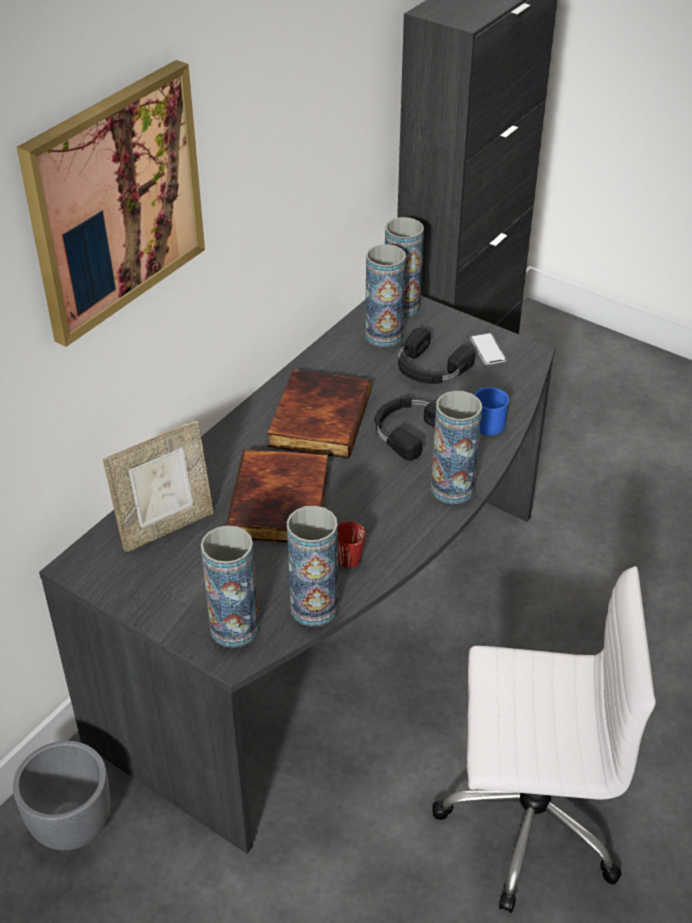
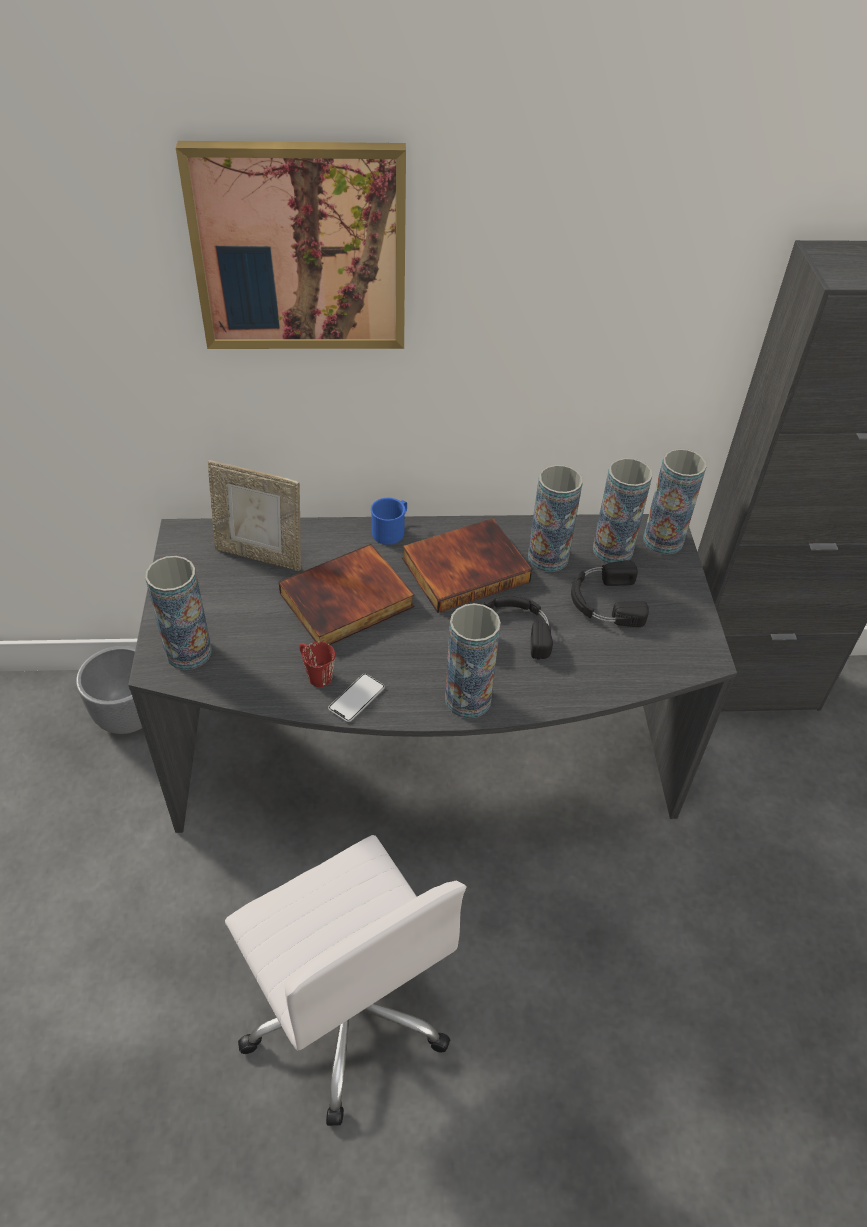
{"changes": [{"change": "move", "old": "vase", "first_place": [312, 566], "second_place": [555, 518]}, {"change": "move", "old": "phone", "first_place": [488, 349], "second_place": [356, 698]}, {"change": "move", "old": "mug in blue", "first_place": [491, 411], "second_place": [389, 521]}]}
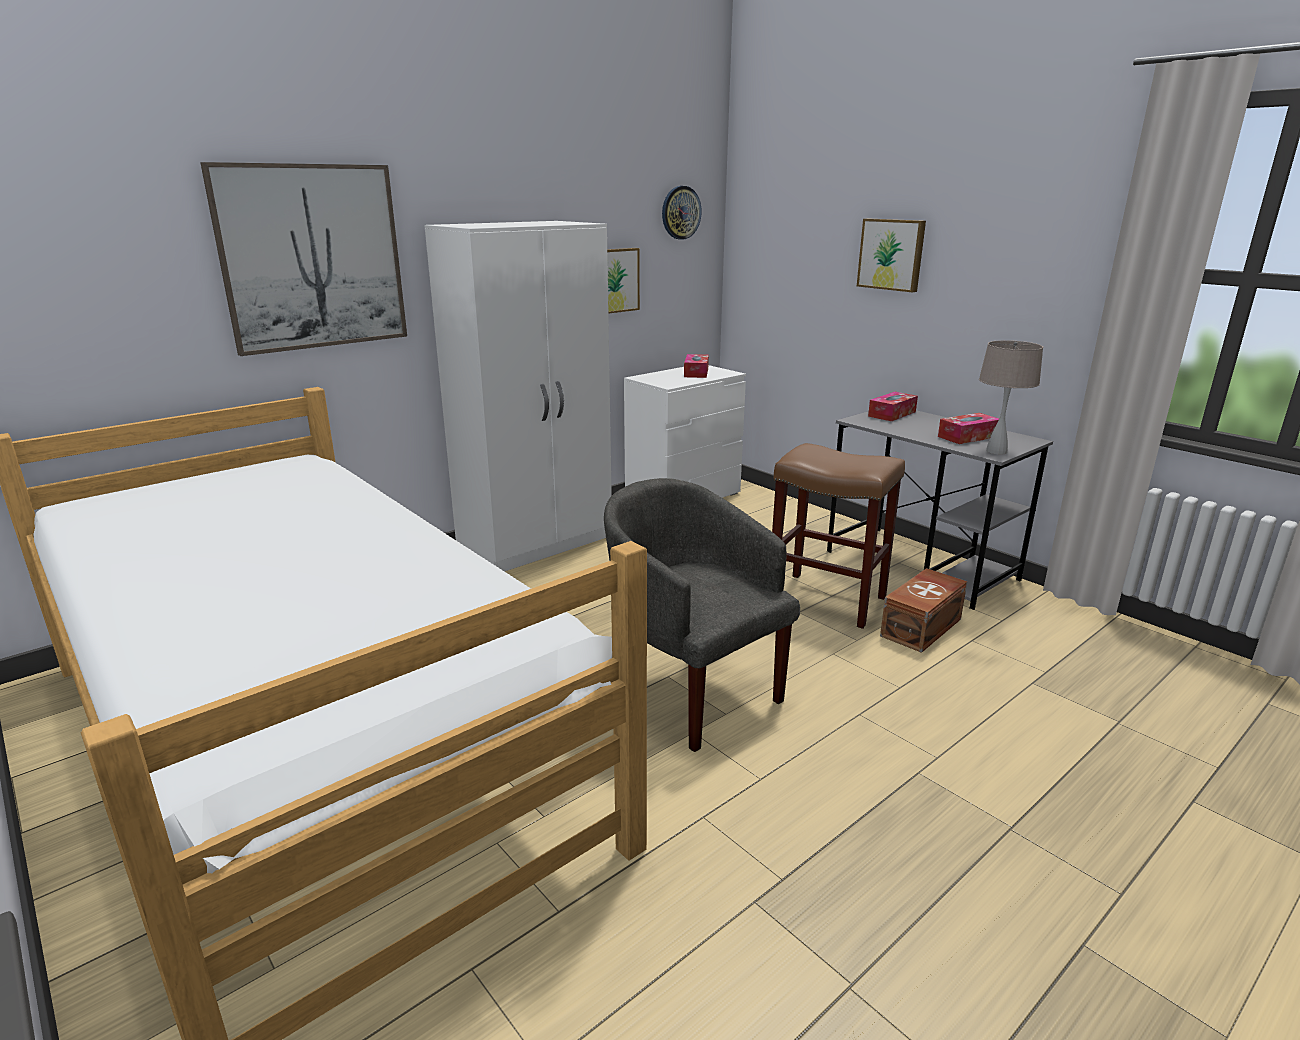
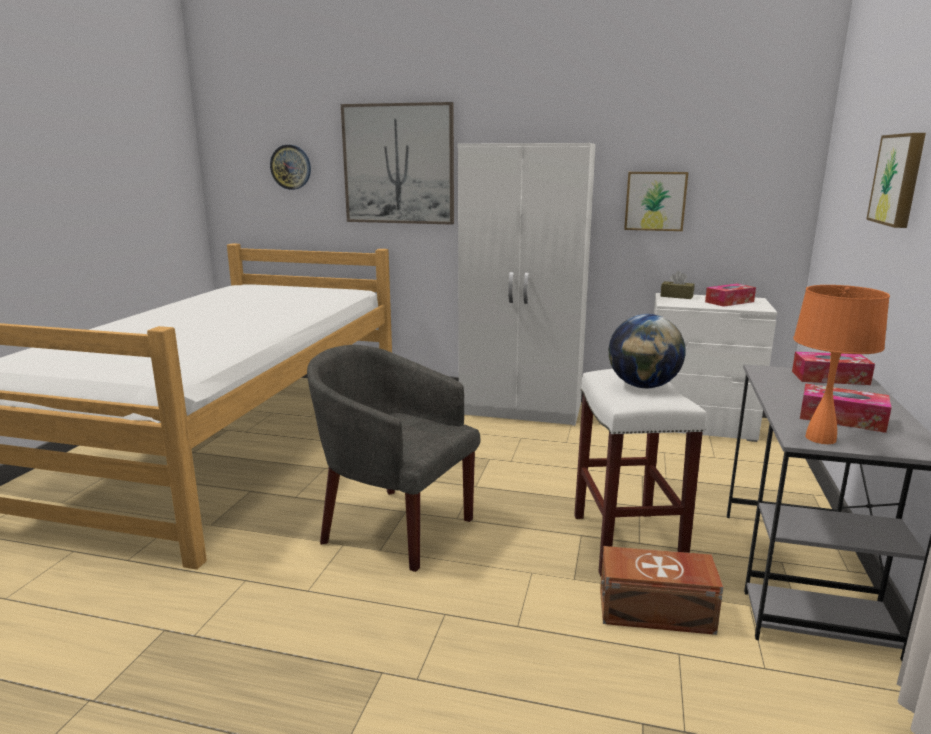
{"changes": [{"change": "insert", "new": "globe", "second_place": [647, 351]}, {"change": "insert", "new": "tissue box in brown", "second_place": [678, 285]}, {"change": "move", "old": "wall clock", "first_place": [682, 213], "second_place": [290, 167]}, {"change": "recolor", "old": "stool in brown", "new": "stool in white", "first_place": [838, 536], "second_place": [640, 472]}, {"change": "recolor", "old": "table lamp in beige", "new": "table lamp in orange", "first_place": [1011, 397], "second_place": [841, 364]}, {"change": "rotate", "old": "armchair in grey", "first_place": [702, 615], "second_place": [394, 458], "degrees": -75}]}
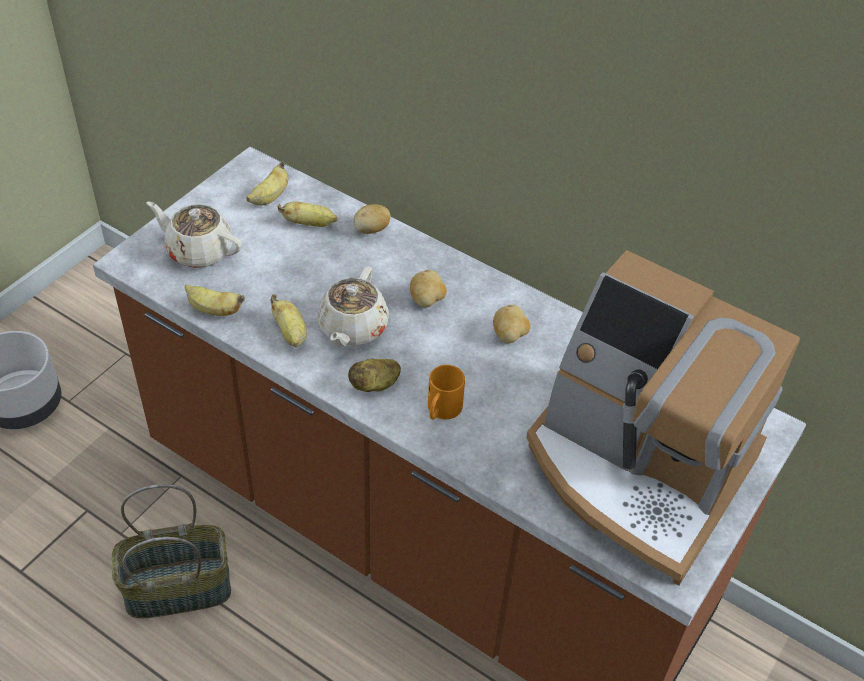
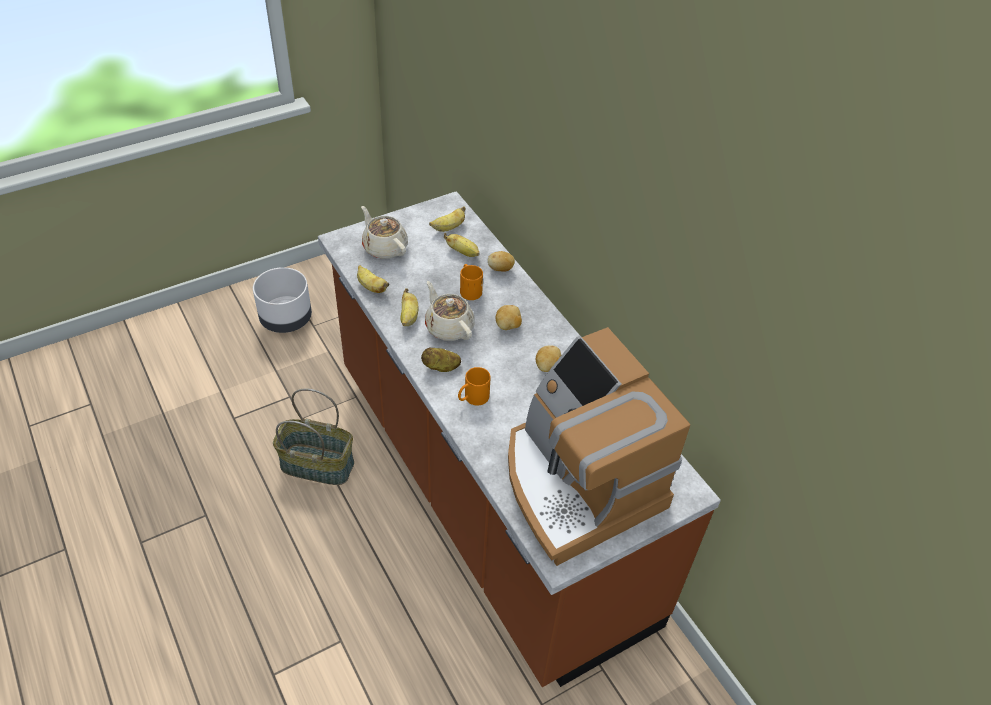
{"changes": [{"change": "insert", "new": "mug in orange", "second_place": [471, 282]}, {"change": "rotate", "old": "teapot in beige", "first_place": [353, 306], "second_place": [450, 311], "degrees": 105}]}
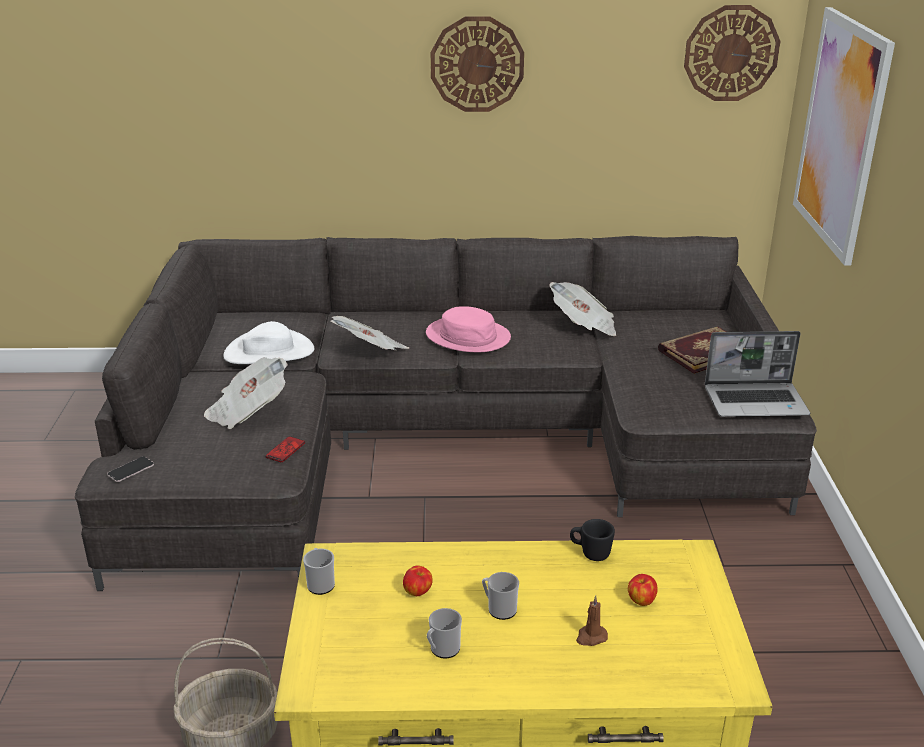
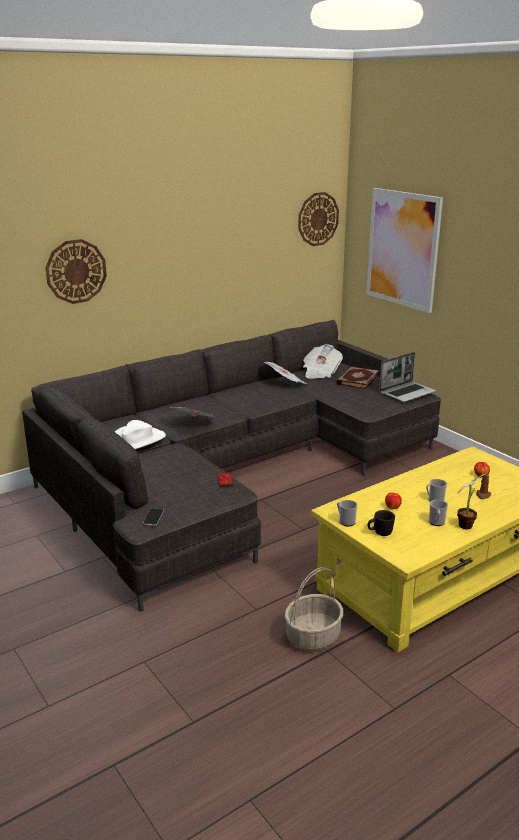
{"changes": [{"change": "delete", "old": "hat in pink", "first_place": [468, 329]}, {"change": "insert", "new": "potted plant", "second_place": [471, 501]}, {"change": "move", "old": "newspaper", "first_place": [246, 393], "second_place": [323, 361]}, {"change": "move", "old": "wall clock", "first_place": [477, 64], "second_place": [76, 271]}, {"change": "move", "old": "mug in black", "first_place": [592, 540], "second_place": [381, 523]}]}
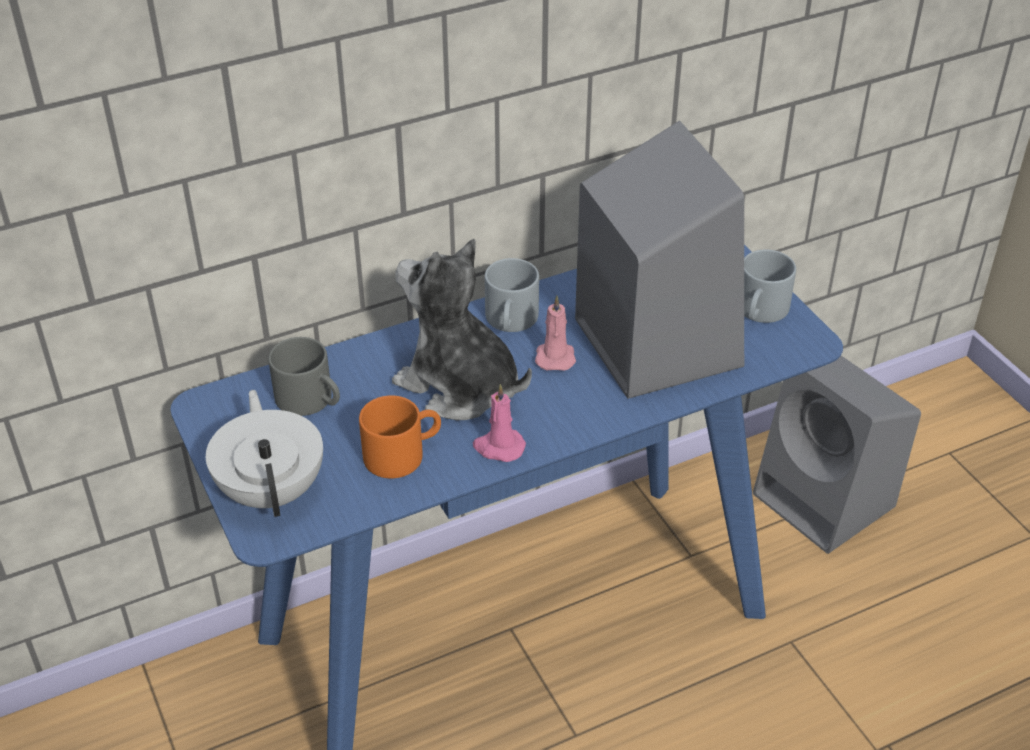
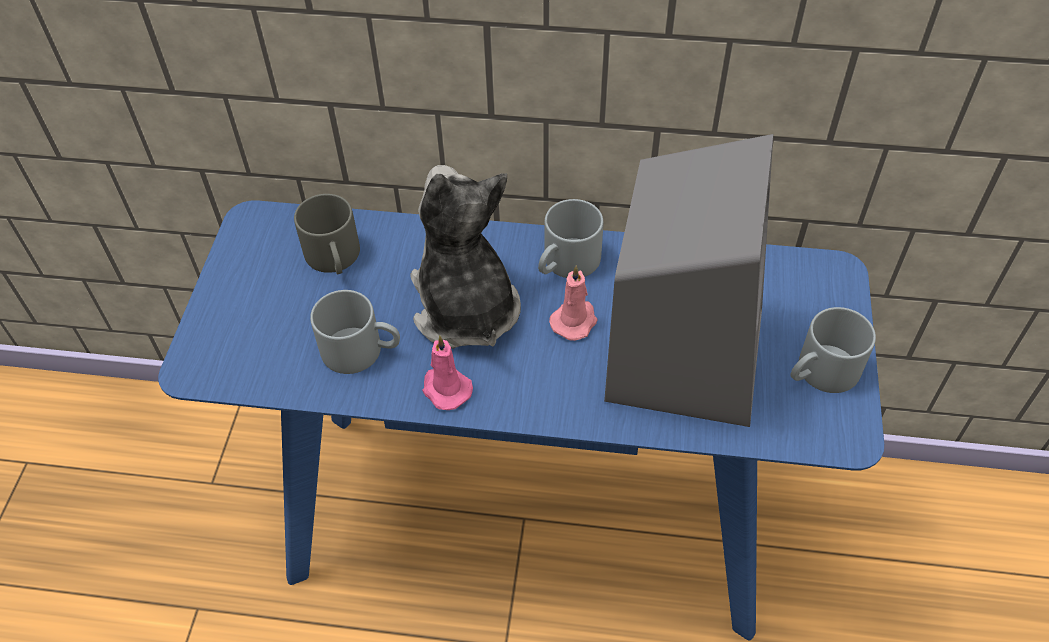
{"changes": [{"change": "delete", "old": "teapot in white", "first_place": [264, 453]}, {"change": "delete", "old": "speaker in grey", "first_place": [837, 455]}, {"change": "recolor", "old": "mug in orange", "new": "mug in grey", "first_place": [400, 436], "second_place": [355, 332]}]}
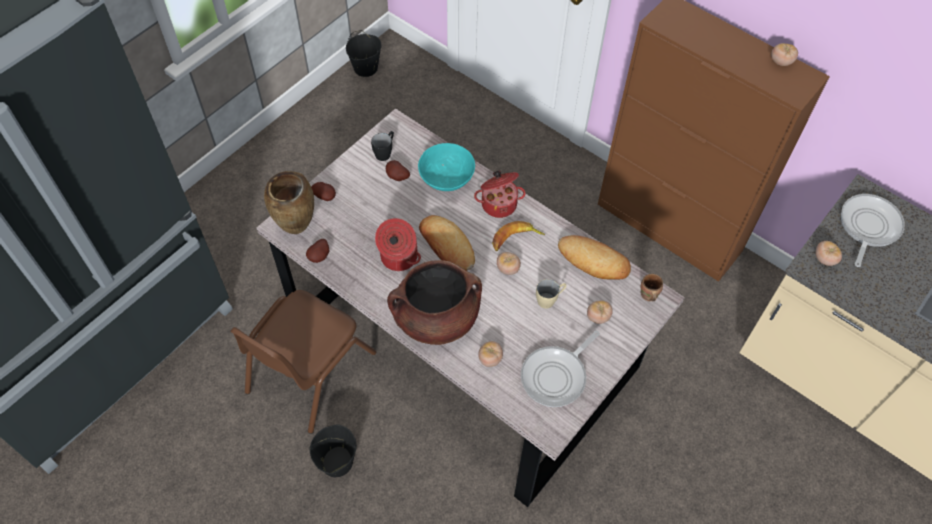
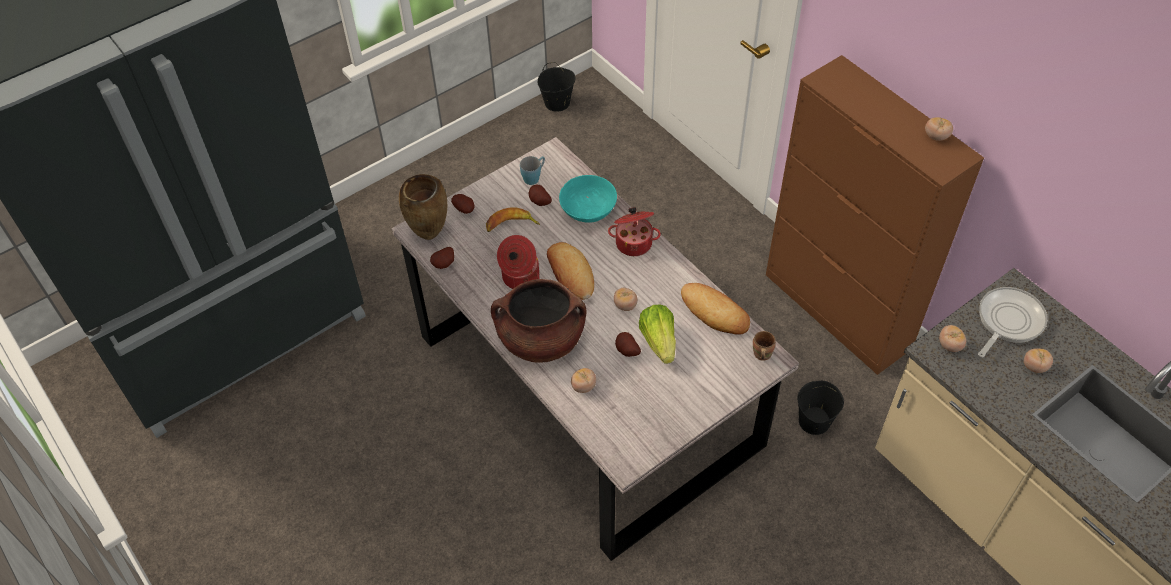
{"changes": [{"change": "delete", "old": "chair in brown", "first_place": [303, 362]}, {"change": "delete", "old": "frying pan", "first_place": [560, 368]}, {"change": "insert", "new": "potato", "second_place": [628, 344]}, {"change": "move", "old": "bucket in black", "first_place": [333, 451], "second_place": [820, 408]}, {"change": "move", "old": "banana", "first_place": [518, 236], "second_place": [513, 220]}, {"change": "move", "old": "tomato", "first_place": [600, 312], "second_place": [1038, 360]}, {"change": "replace", "old": "mug in beige", "new": "lettuce", "first_place": [551, 293], "second_place": [657, 334]}, {"change": "recolor", "old": "mug in black", "new": "mug in blue", "first_place": [382, 146], "second_place": [532, 170]}]}
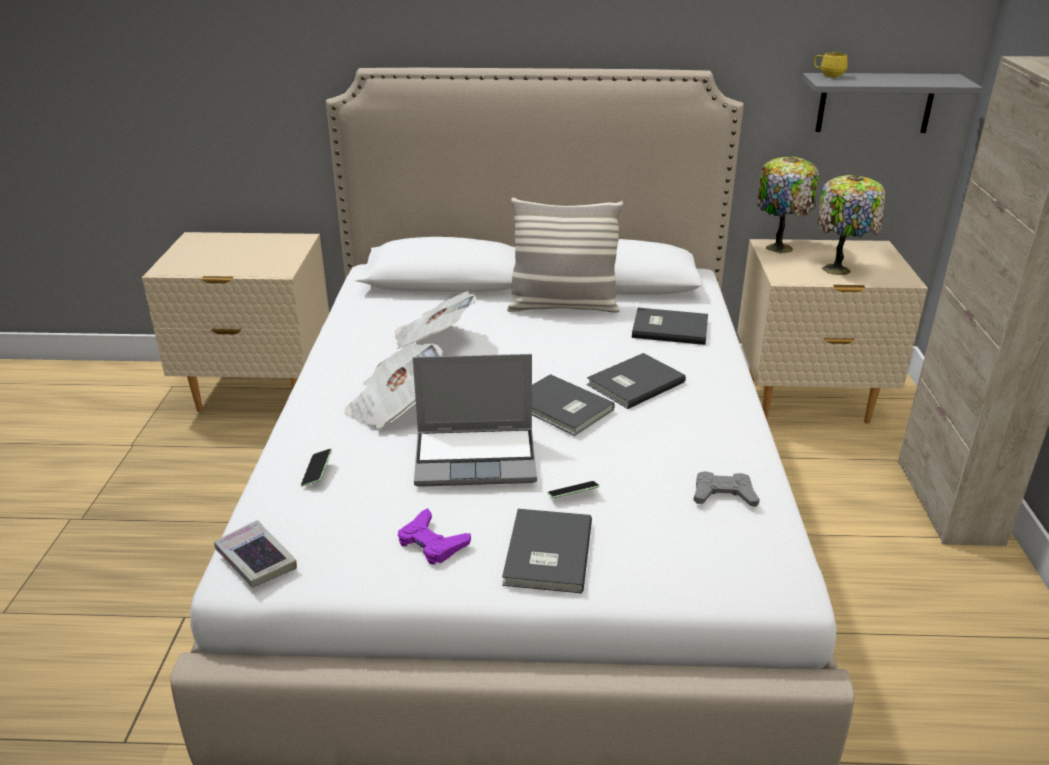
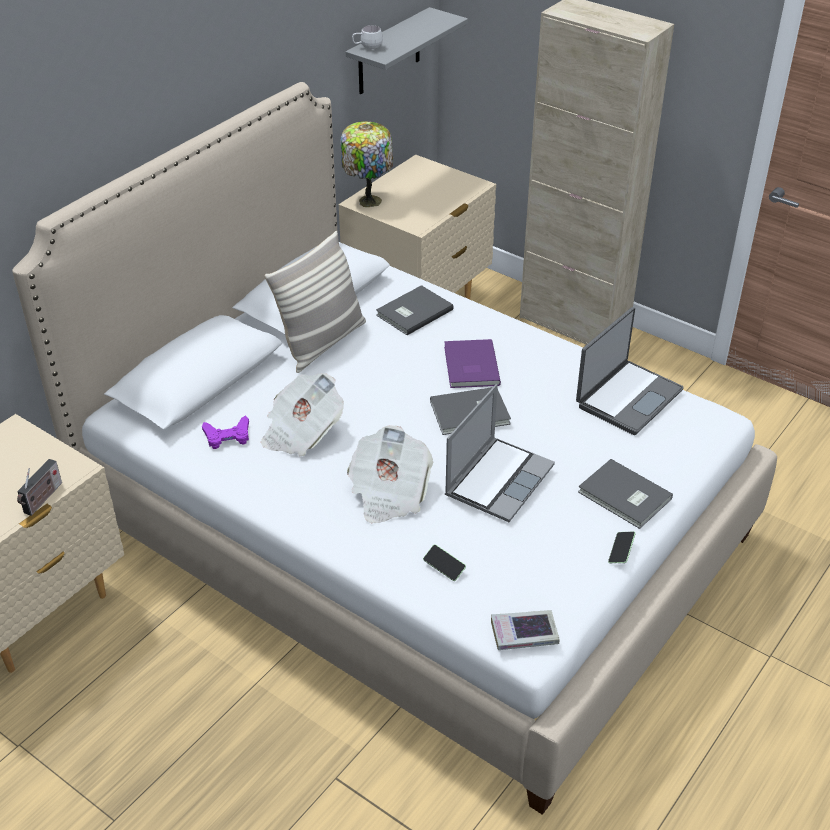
{"changes": [{"change": "delete", "old": "table lamp", "first_place": [851, 225]}, {"change": "insert", "new": "radio", "second_place": [39, 487]}, {"change": "move", "old": "game controller in purple", "first_place": [434, 536], "second_place": [225, 432]}, {"change": "move", "old": "phone", "first_place": [573, 489], "second_place": [622, 547]}, {"change": "replace", "old": "game controller in grey", "new": "laptop", "first_place": [727, 489], "second_place": [630, 371]}, {"change": "recolor", "old": "book in grey", "new": "book in purple", "first_place": [636, 381], "second_place": [472, 363]}, {"change": "recolor", "old": "mug in yellow", "new": "mug in white", "first_place": [831, 64], "second_place": [367, 37]}]}
